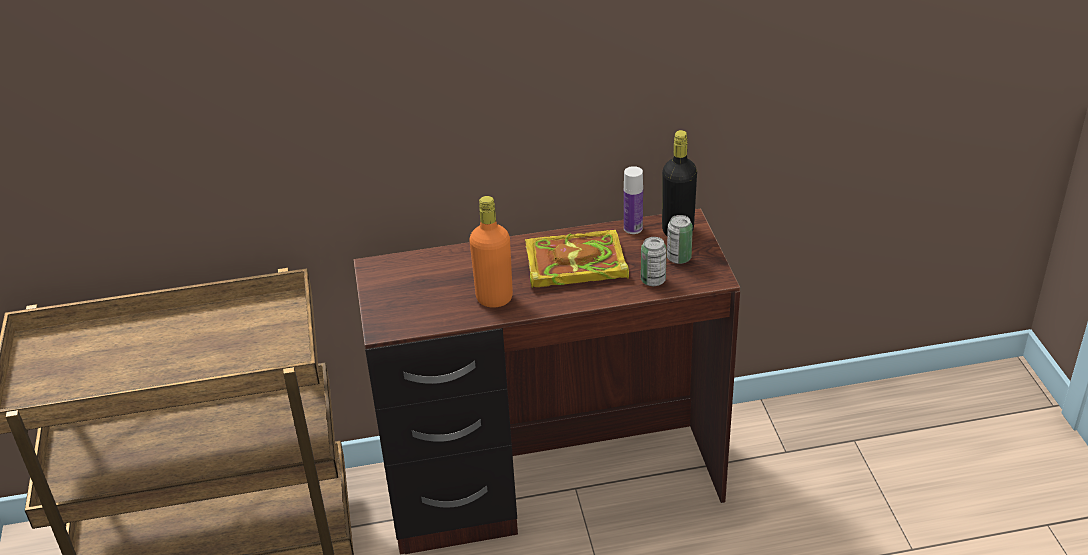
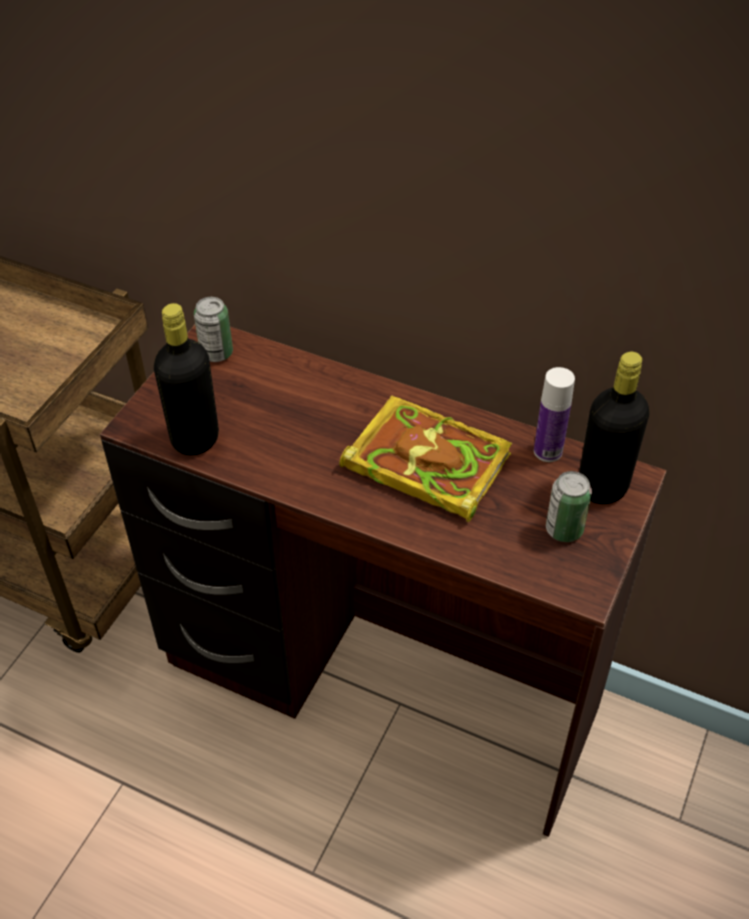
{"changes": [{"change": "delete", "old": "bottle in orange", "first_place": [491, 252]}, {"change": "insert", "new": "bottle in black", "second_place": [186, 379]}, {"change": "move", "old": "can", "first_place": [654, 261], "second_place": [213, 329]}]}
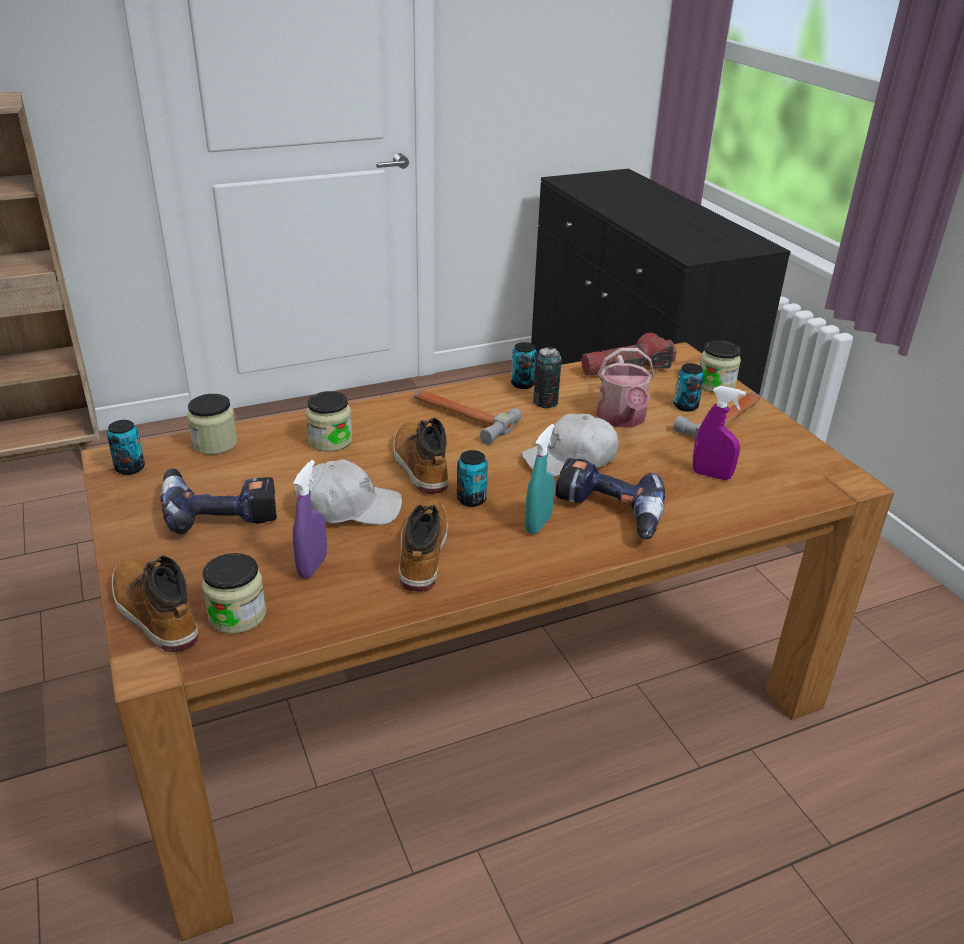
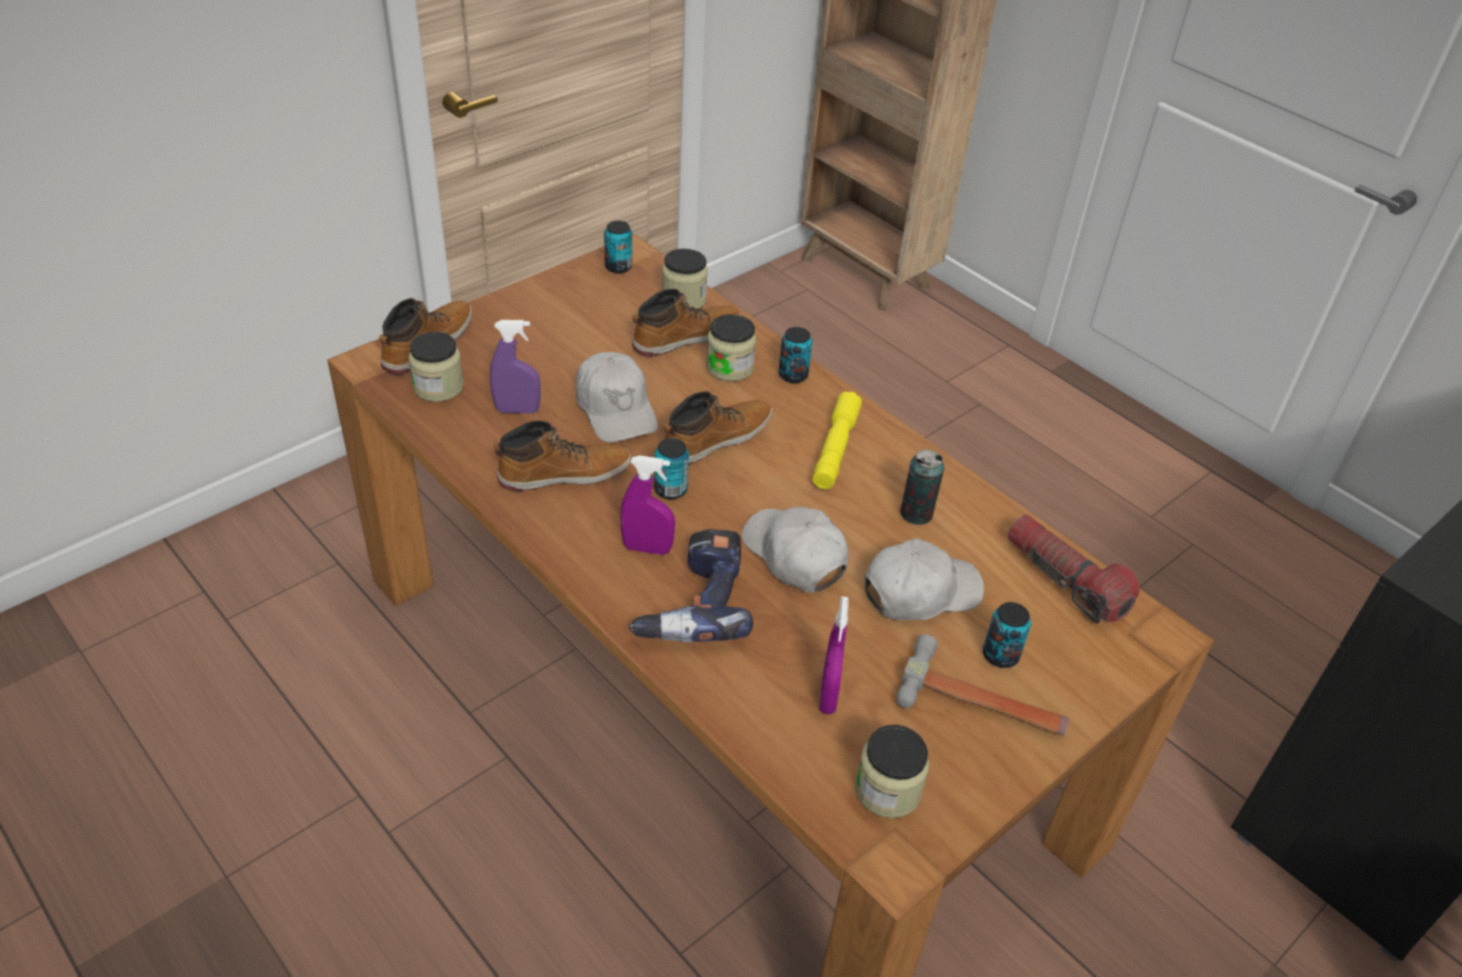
{"changes": [{"change": "delete", "old": "power drill", "first_place": [218, 501]}, {"change": "insert", "new": "boot", "second_place": [686, 323]}, {"change": "move", "old": "can", "first_place": [524, 365], "second_place": [795, 355]}, {"change": "move", "old": "jar", "first_place": [720, 366], "second_place": [892, 771]}, {"change": "replace", "old": "hammer", "new": "flashlight in yellow", "first_place": [467, 417], "second_place": [837, 440]}, {"change": "replace", "old": "watering can", "new": "cap in white", "first_place": [625, 387], "second_place": [924, 579]}, {"change": "recolor", "old": "spray bottle in turquoise", "new": "spray bottle in purple", "first_place": [540, 479], "second_place": [647, 505]}]}
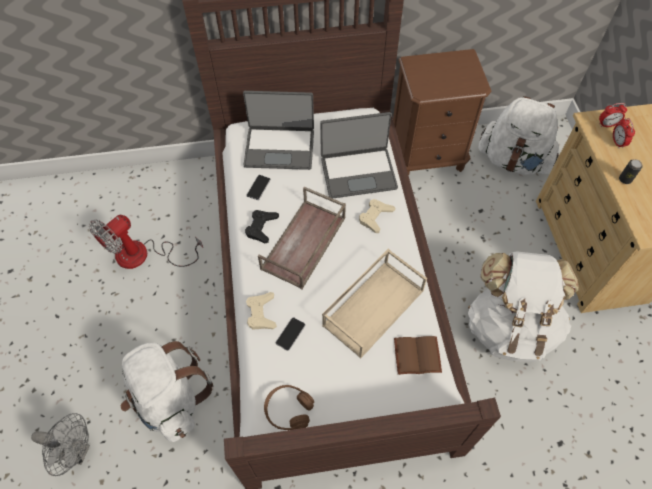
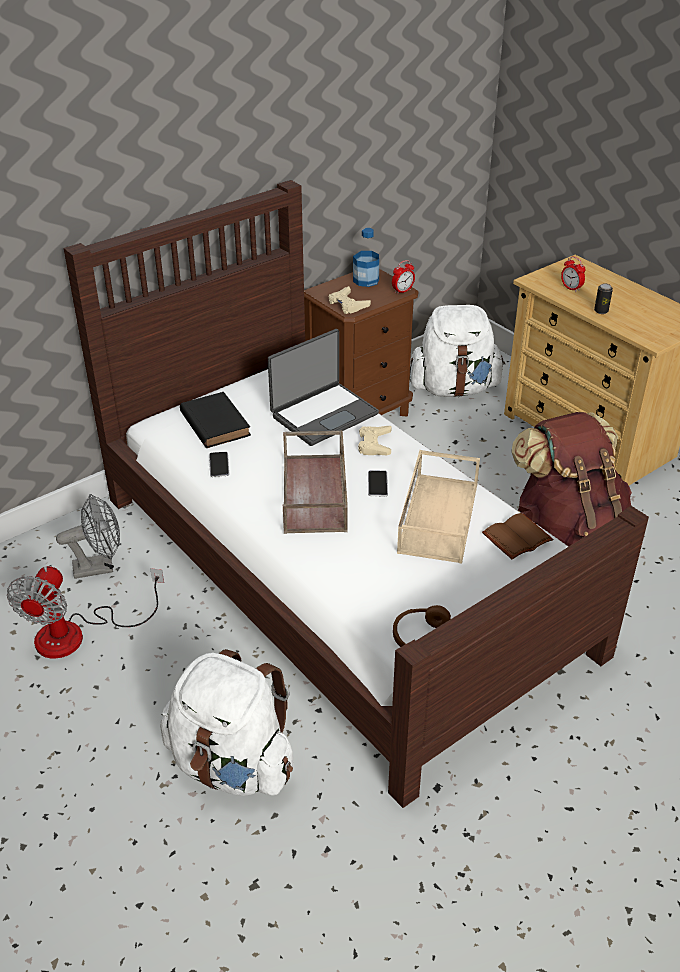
{"changes": [{"change": "delete", "old": "game controller in black", "first_place": [262, 226]}, {"change": "insert", "new": "bottle", "second_place": [366, 257]}, {"change": "move", "old": "fan in grey", "first_place": [60, 444], "second_place": [88, 536]}, {"change": "move", "old": "game controller in beige", "first_place": [261, 310], "second_place": [350, 300]}, {"change": "move", "old": "phone", "first_place": [290, 334], "second_place": [378, 483]}, {"change": "move", "old": "alarm clock", "first_place": [613, 115], "second_place": [403, 277]}, {"change": "replace", "old": "laptop", "new": "book in black", "first_place": [278, 130], "second_place": [215, 420]}, {"change": "recolor", "old": "backpack in white", "new": "backpack in brown", "first_place": [523, 306], "second_place": [571, 479]}]}
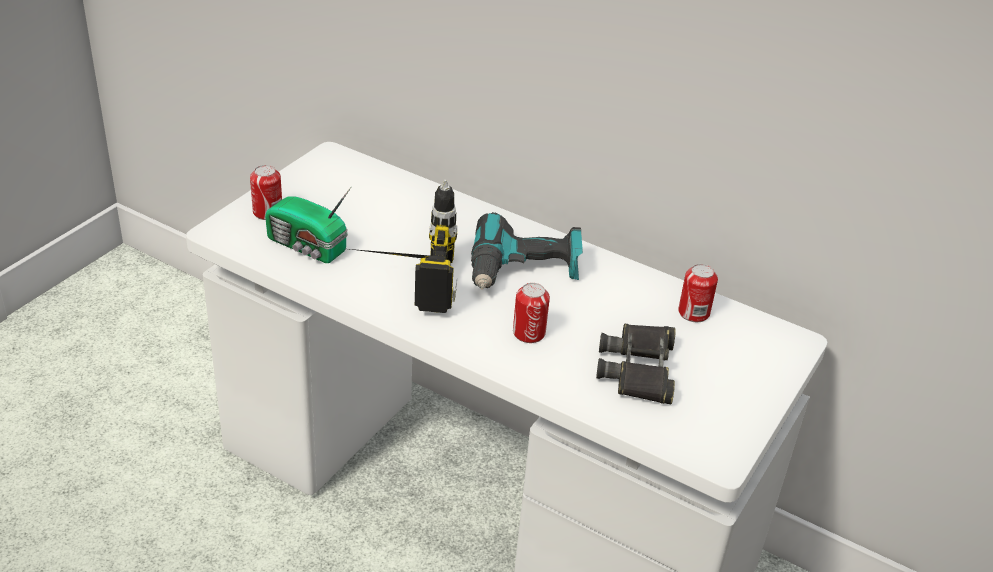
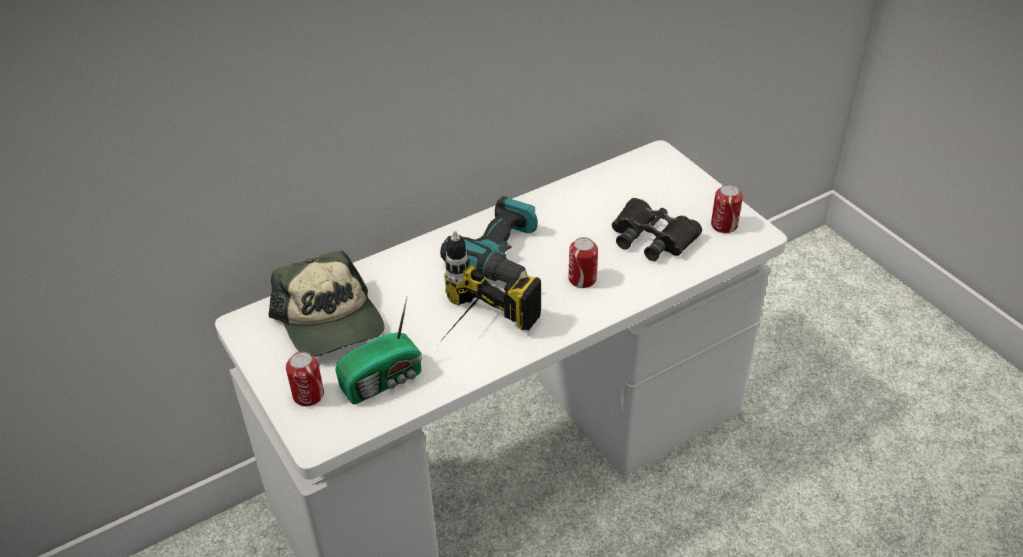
{"changes": [{"change": "insert", "new": "cap", "second_place": [327, 303]}, {"change": "move", "old": "can", "first_place": [698, 293], "second_place": [727, 208]}]}
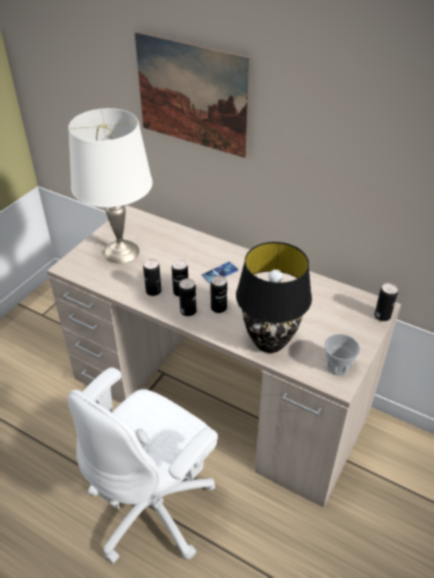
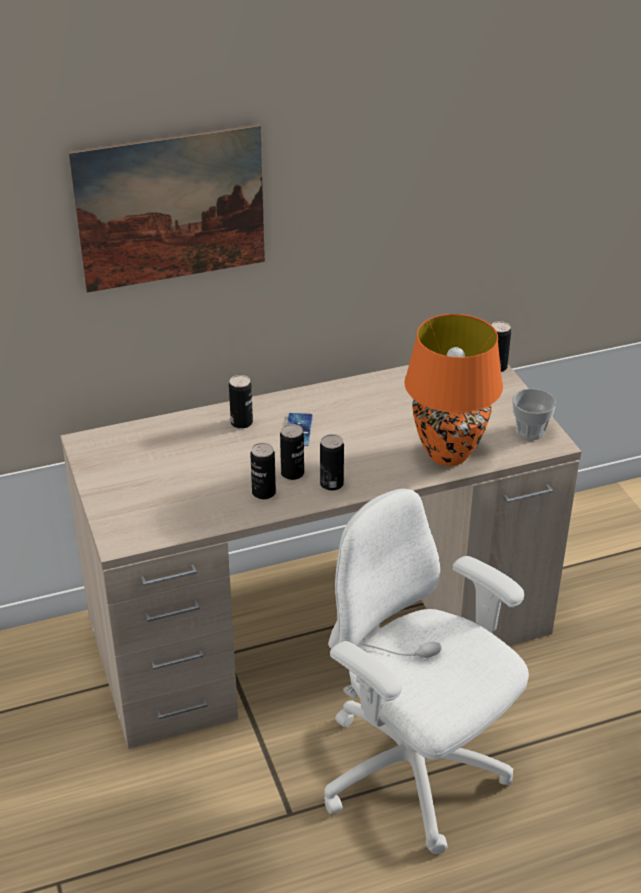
{"changes": [{"change": "delete", "old": "table lamp in white", "first_place": [110, 185]}, {"change": "move", "old": "can", "first_place": [219, 294], "second_place": [241, 402]}, {"change": "recolor", "old": "table lamp in black", "new": "table lamp in orange", "first_place": [274, 297], "second_place": [454, 390]}, {"change": "rotate", "old": "office chair in white", "first_place": [143, 465], "second_place": [426, 671], "degrees": 150}]}
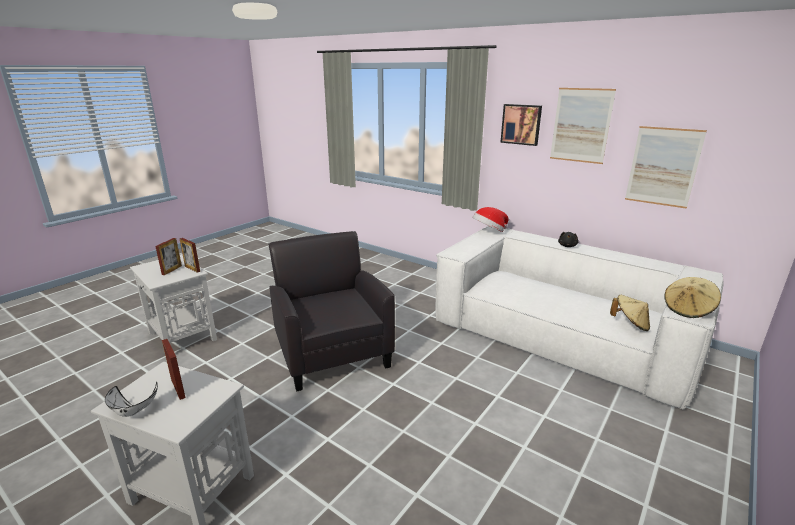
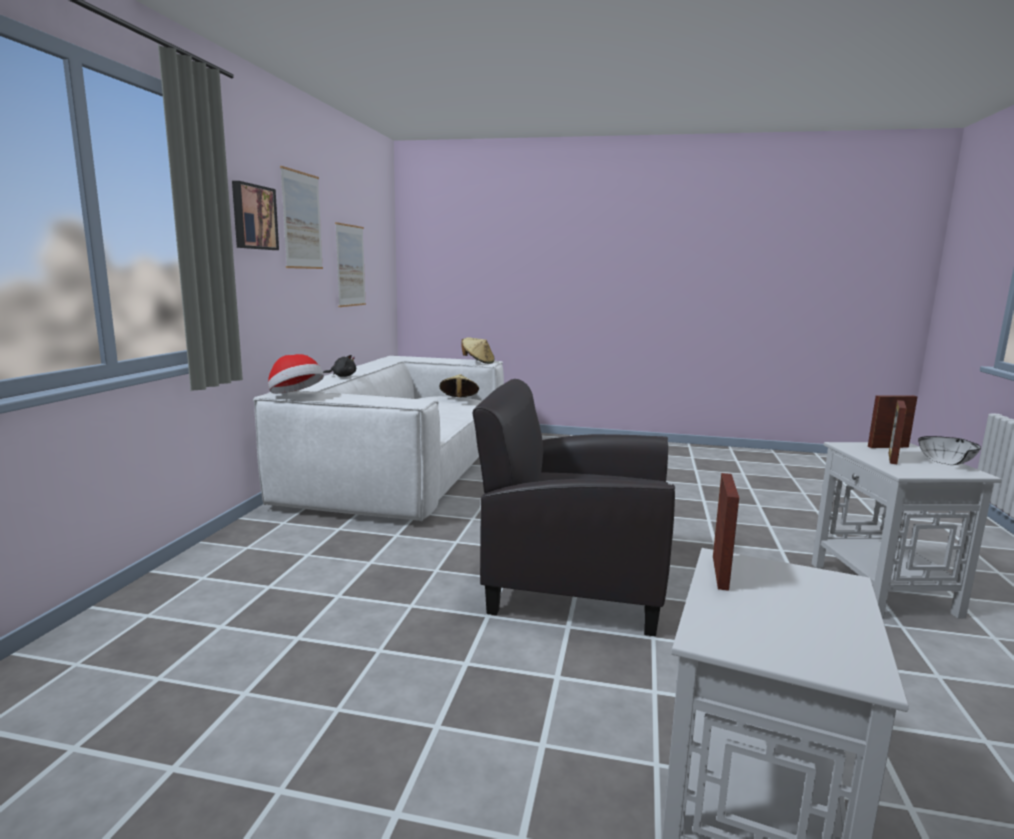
{"changes": [{"change": "move", "old": "picture frame", "first_place": [168, 256], "second_place": [893, 421]}, {"change": "rotate", "old": "armchair in black", "first_place": [331, 311], "second_place": [574, 507], "degrees": 60}]}
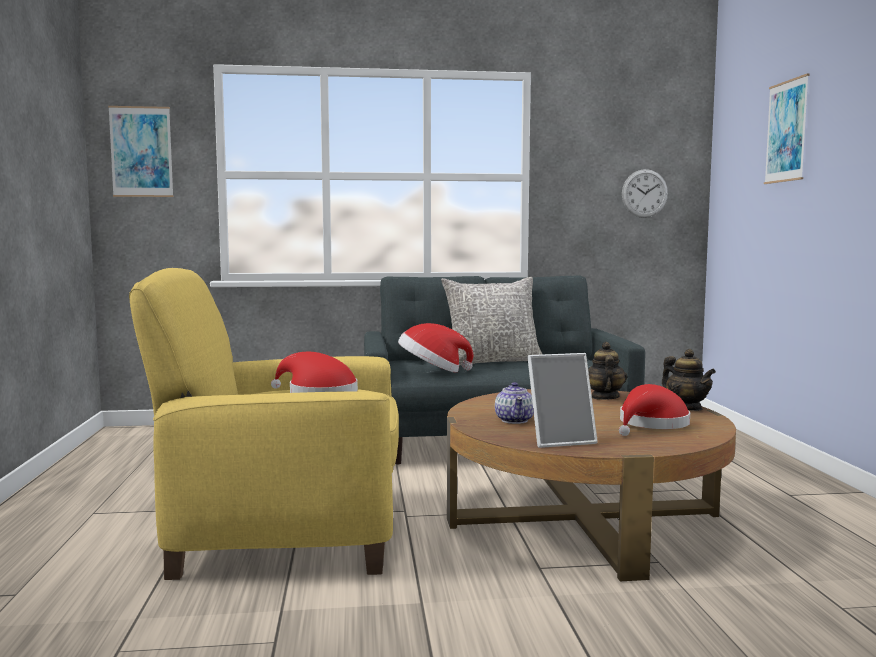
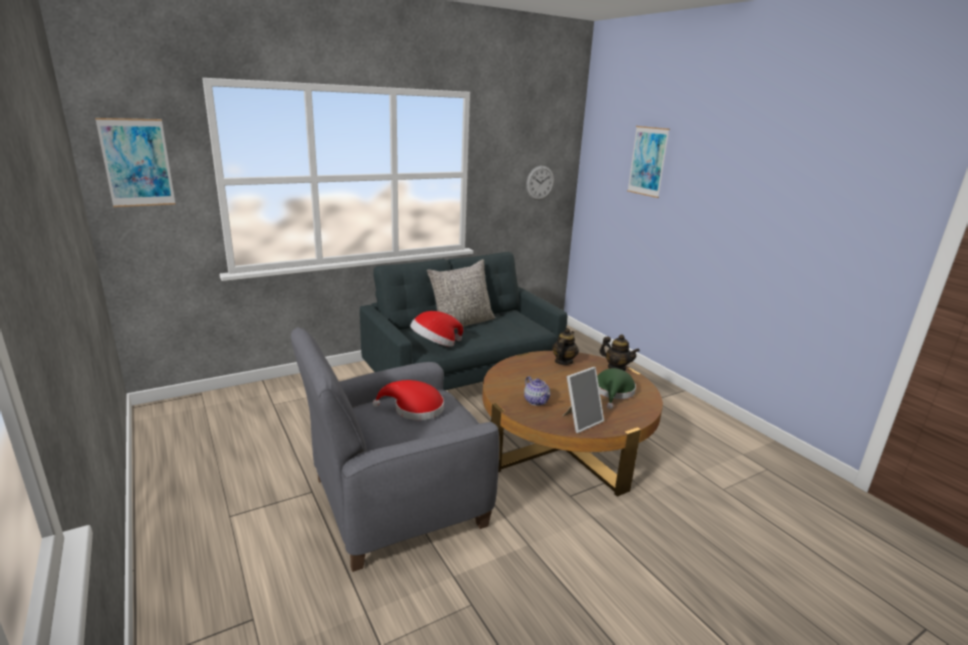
{"changes": [{"change": "recolor", "old": "armchair in yellow", "new": "armchair in grey", "first_place": [264, 424], "second_place": [395, 449]}, {"change": "recolor", "old": "hat in red", "new": "hat in green", "first_place": [654, 410], "second_place": [616, 388]}, {"change": "rotate", "old": "teapot", "first_place": [607, 371], "second_place": [565, 346], "degrees": 45}]}
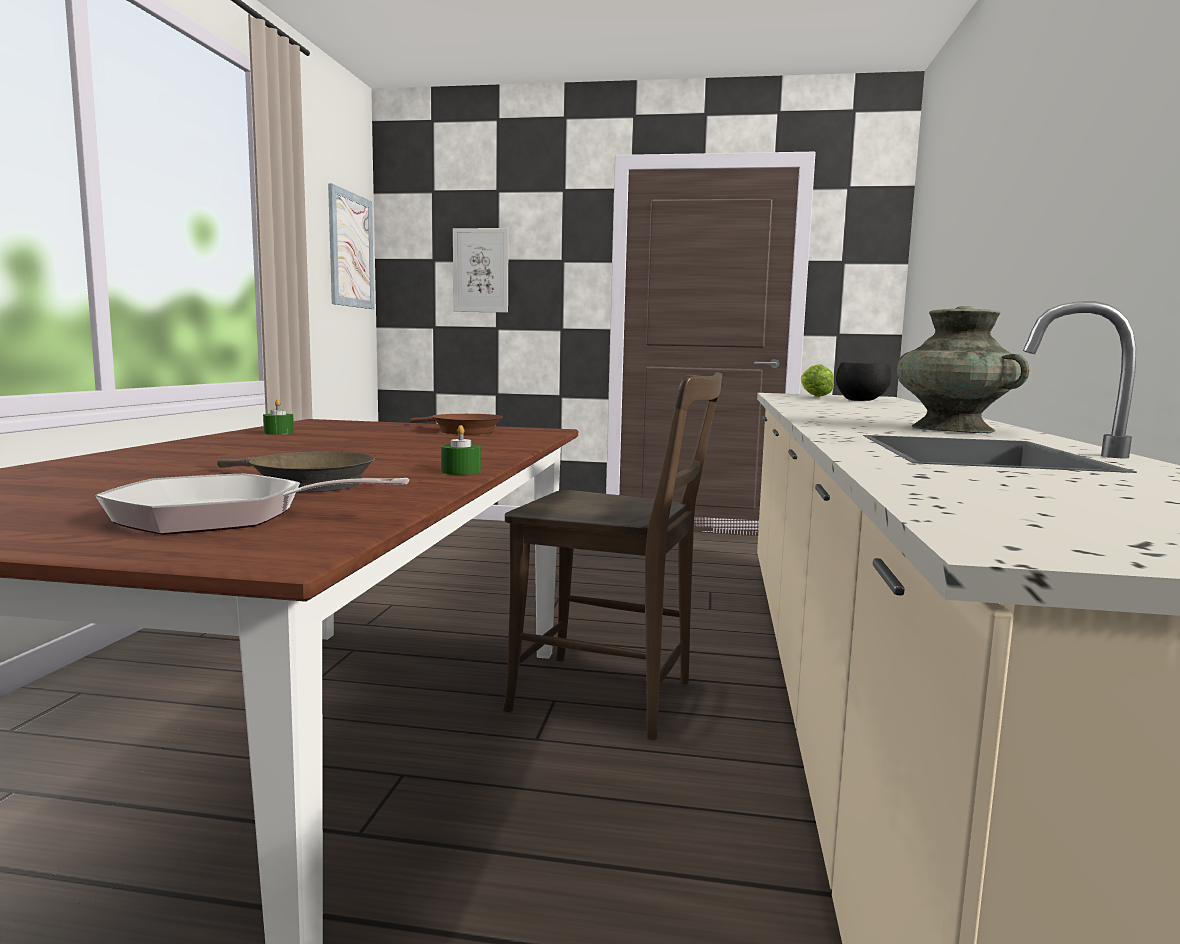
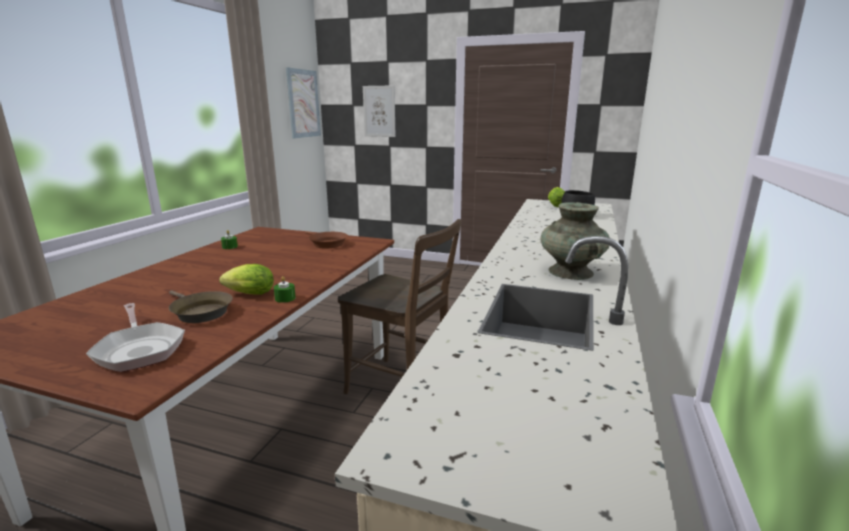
{"changes": [{"change": "insert", "new": "lettuce", "second_place": [246, 279]}, {"change": "rotate", "old": "frying pan", "first_place": [252, 504], "second_place": [135, 337], "degrees": -135}]}
